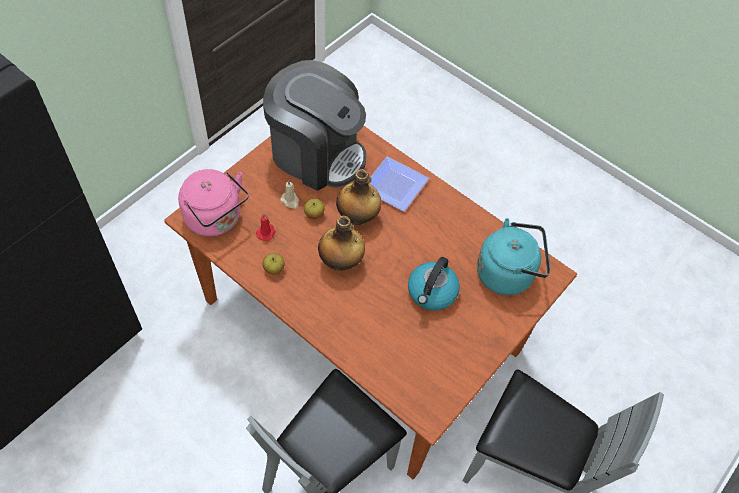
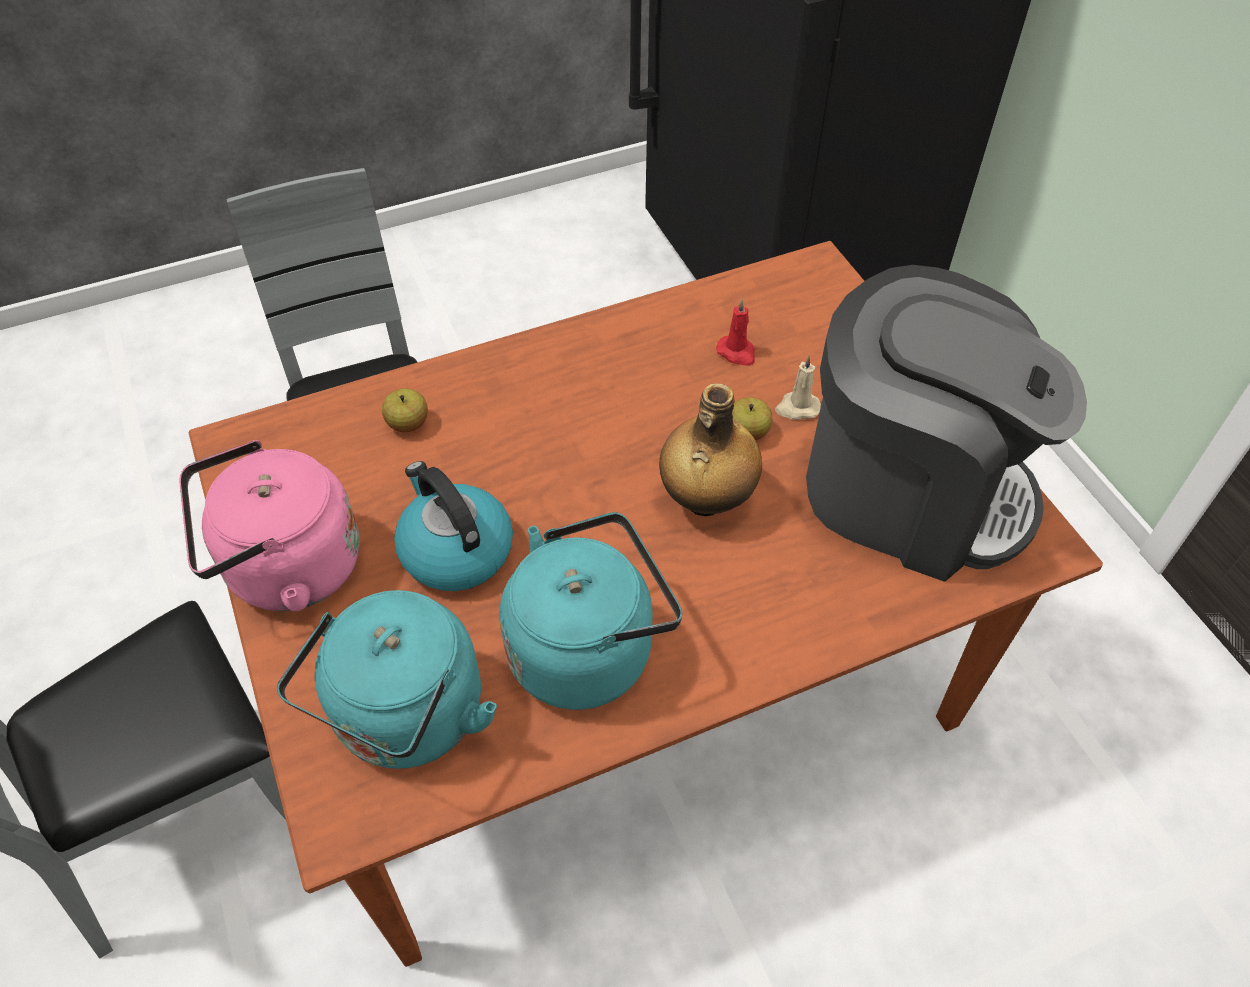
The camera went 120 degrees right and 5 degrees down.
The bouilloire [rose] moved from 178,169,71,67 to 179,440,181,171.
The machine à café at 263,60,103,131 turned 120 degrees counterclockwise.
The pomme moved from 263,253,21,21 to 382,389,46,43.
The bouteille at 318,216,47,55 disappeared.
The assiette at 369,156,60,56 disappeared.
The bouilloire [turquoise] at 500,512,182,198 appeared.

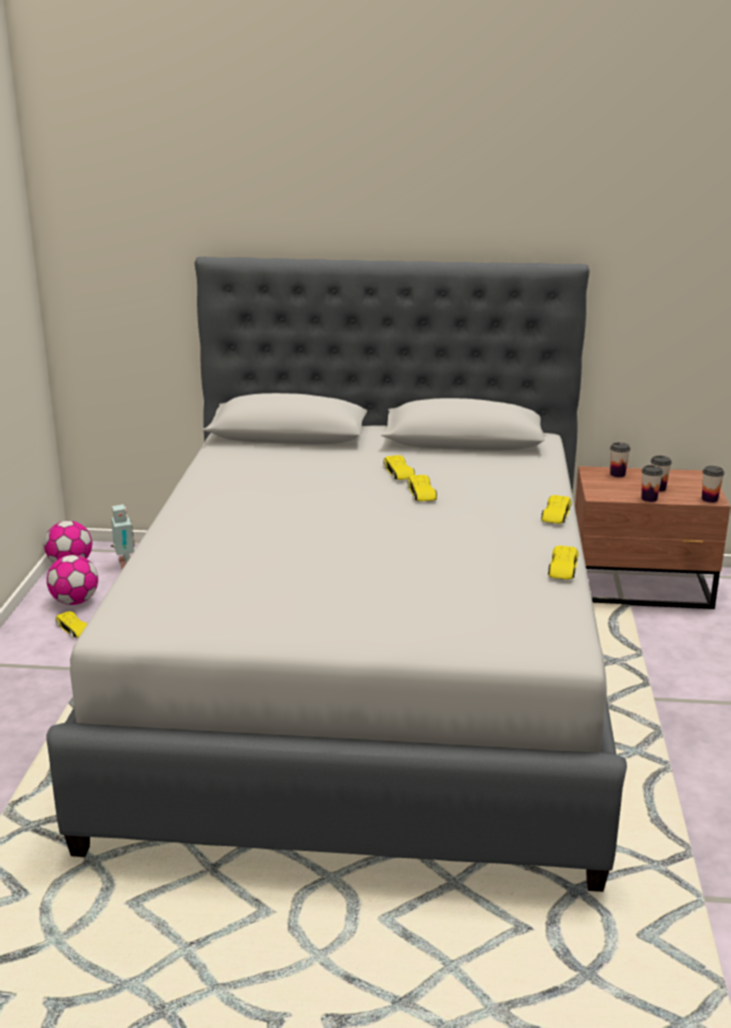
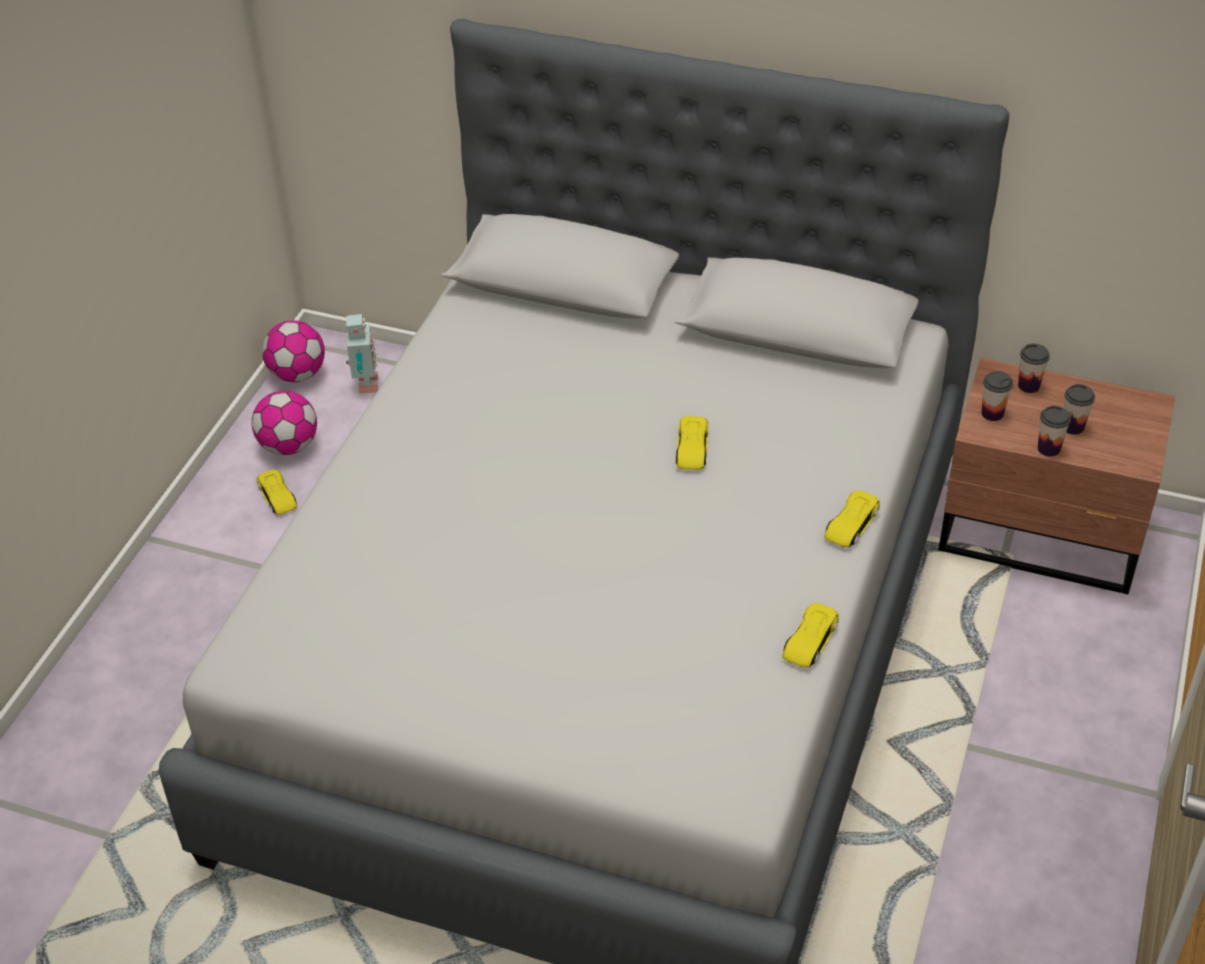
The camera went 15 degrees right and 20 degrees up.
The petite voiture [jaune] at 383,455,32,25 disappeared.
The tasse moved from 702,466,22,37 to 982,371,31,50.

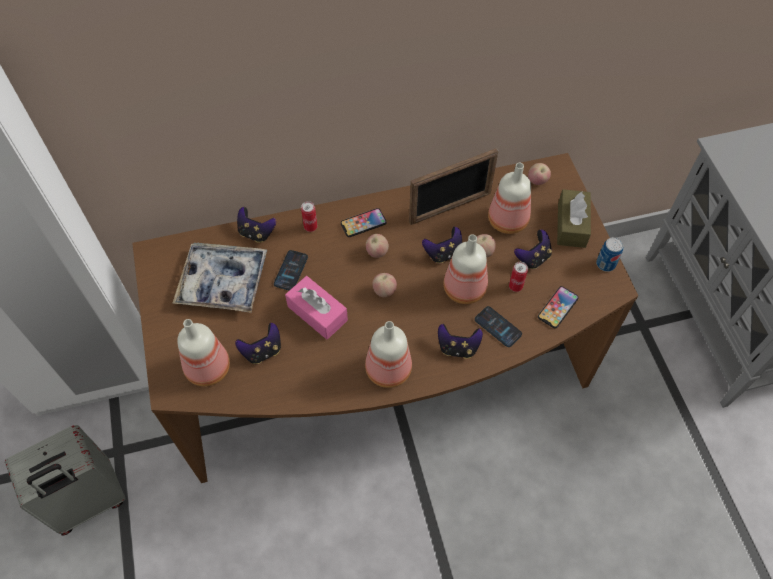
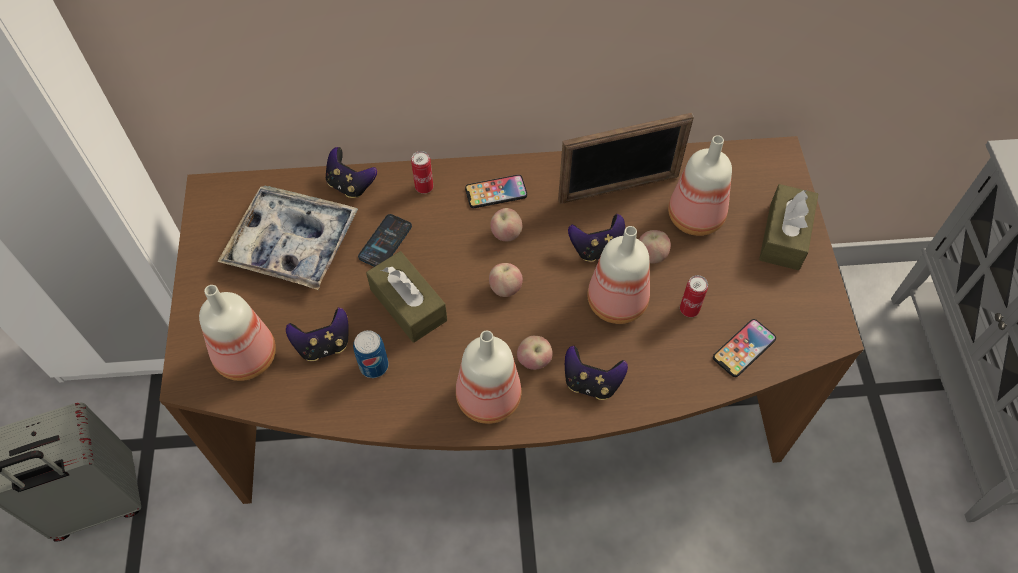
The camera went 10 degrees right and 0 degrees up.
The boîte à mouchoirs [rose] at 285,276,63,64 became the boîte à mouchoirs [marron] at 366,251,81,92.
The téléphone at 475,306,47,41 disappeared.
The manette at 514,229,38,40 disappeared.
The pomme moved from 528,163,23,22 to 517,336,36,34.
The boîte métallique moved from 596,237,28,35 to 353,330,36,48.

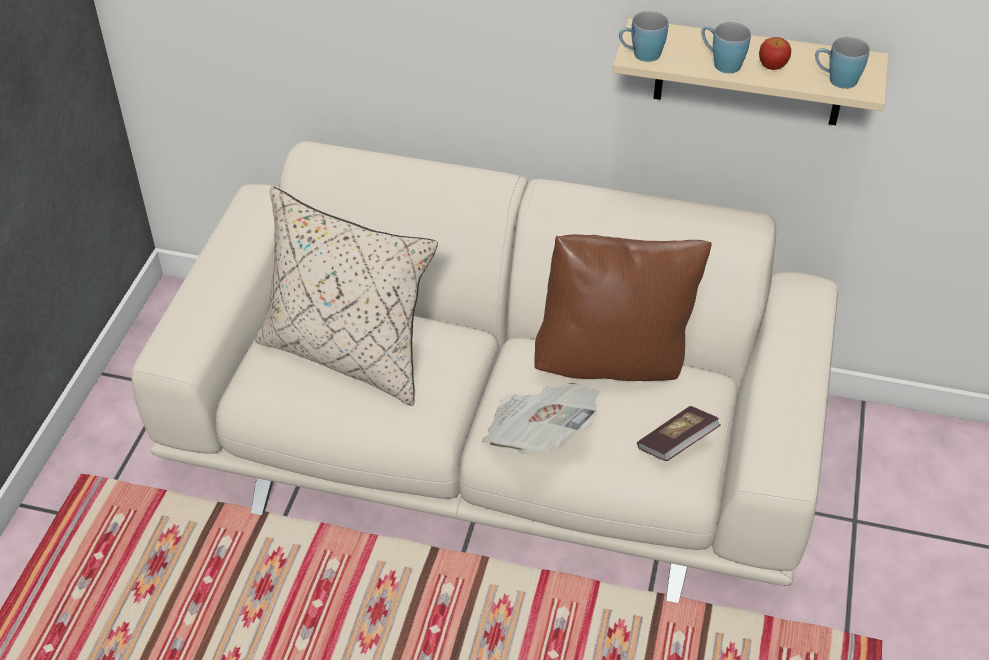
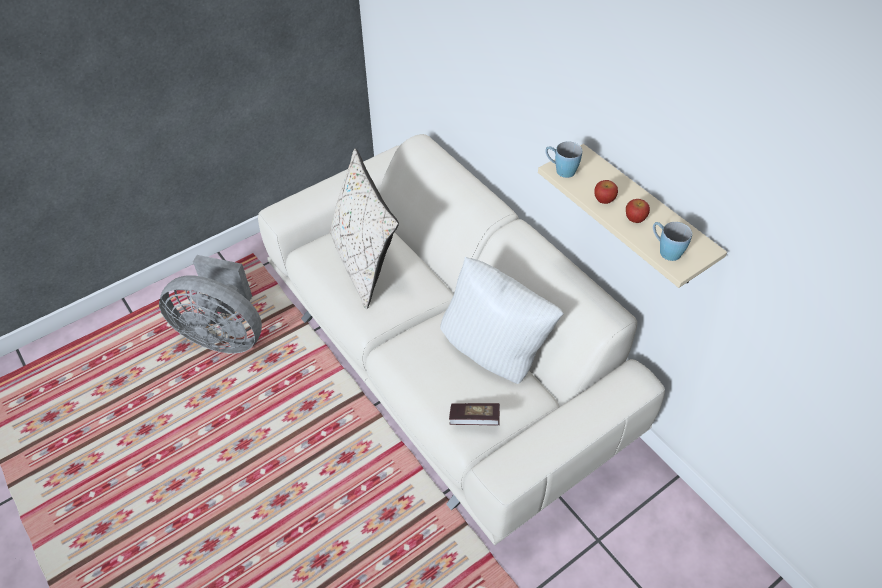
The camera went 40 degrees right and 5 degrees up.
The journal at 481,383,118,71 disappeared.
The coussin [marron] at 534,234,178,147 became the coussin [blanc] at 440,256,124,128.
The mug [bleu] at 701,22,50,51 was replaced by the pomme at 594,180,24,24.
The ventilateur [gris] at 159,255,103,99 appeared.

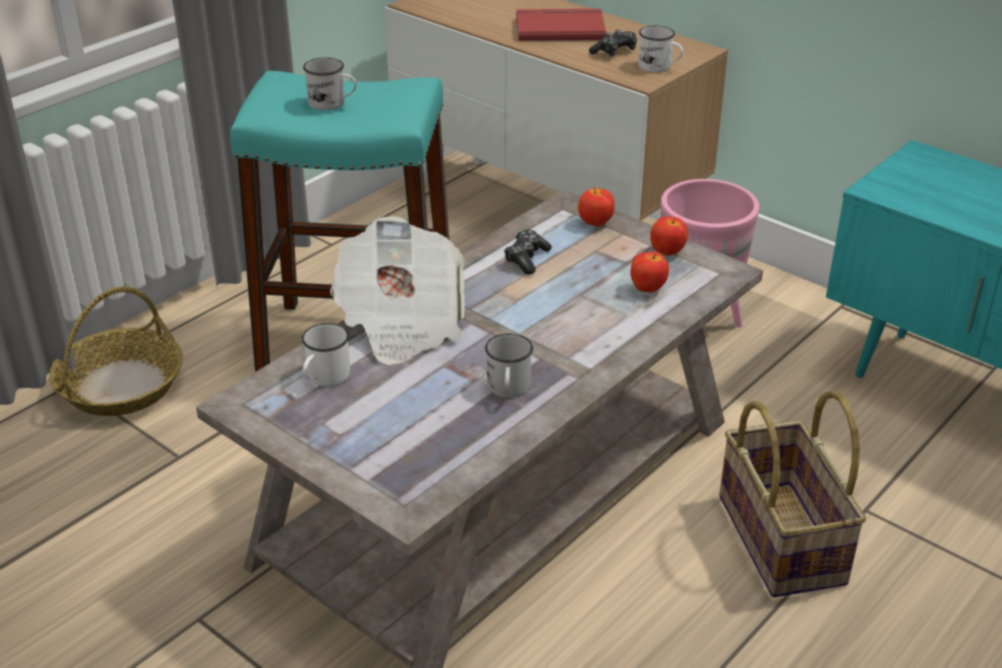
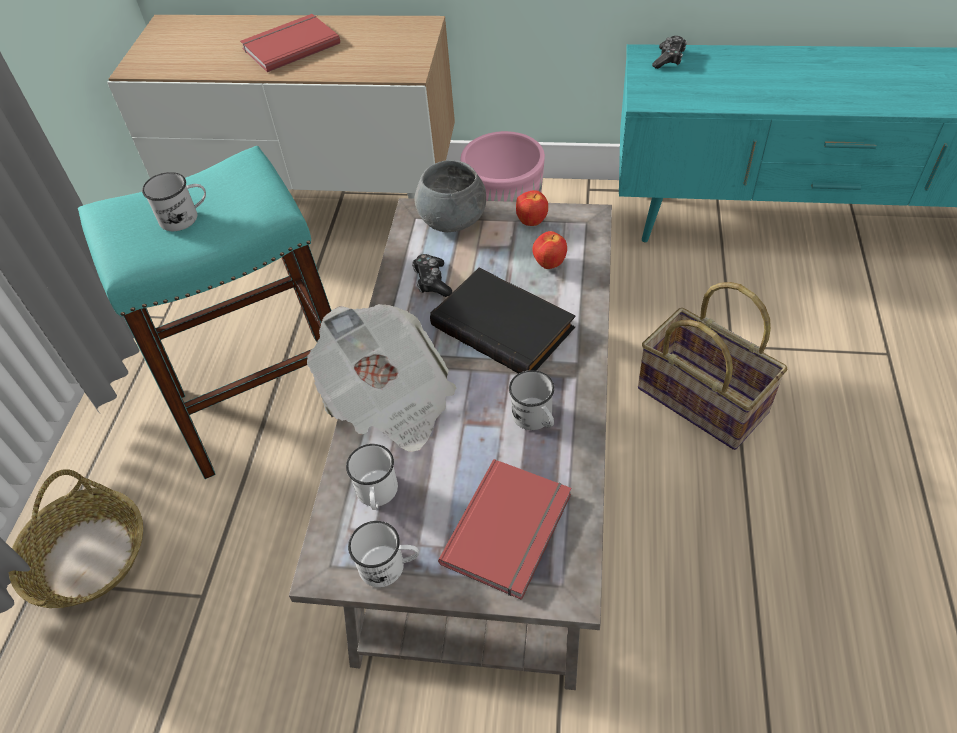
The camera went 30 degrees left and 15 degrees up.
The pomme at 578,187,37,40 was replaced by the bol [gris] at 414,160,72,72.
The manette moved from 589,30,48,26 to 652,36,35,33.
The mug [blanc] moved from 638,26,45,46 to 348,521,71,66.
The livre [noir] at 430,267,146,107 appeared.
The livre [rouge] at 438,459,133,141 appeared.

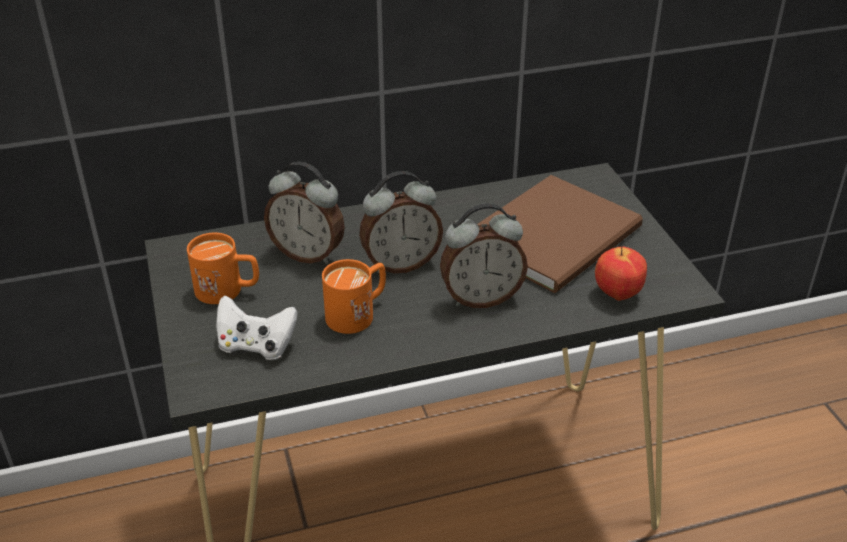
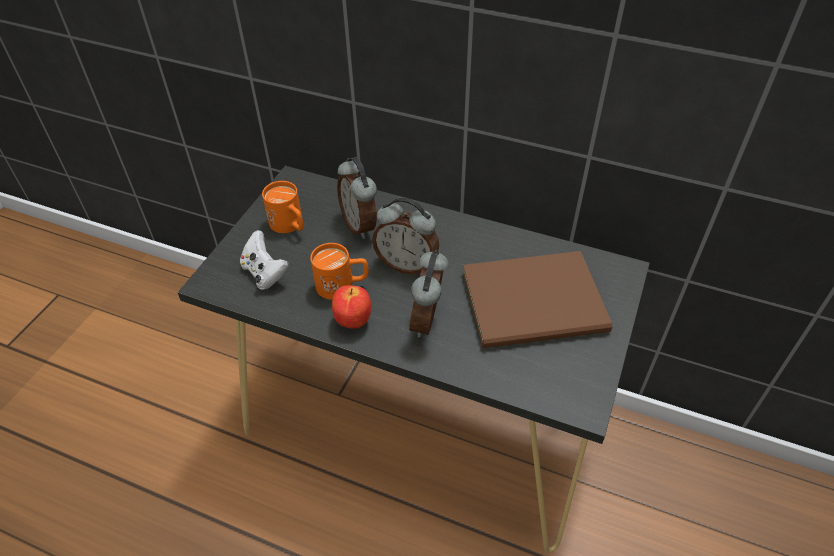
The camera went 40 degrees right and 10 degrees up.
The réveil at 440,203,88,105 turned 75 degrees clockwise.
The pomme moved from 595,247,52,54 to 332,285,40,44.

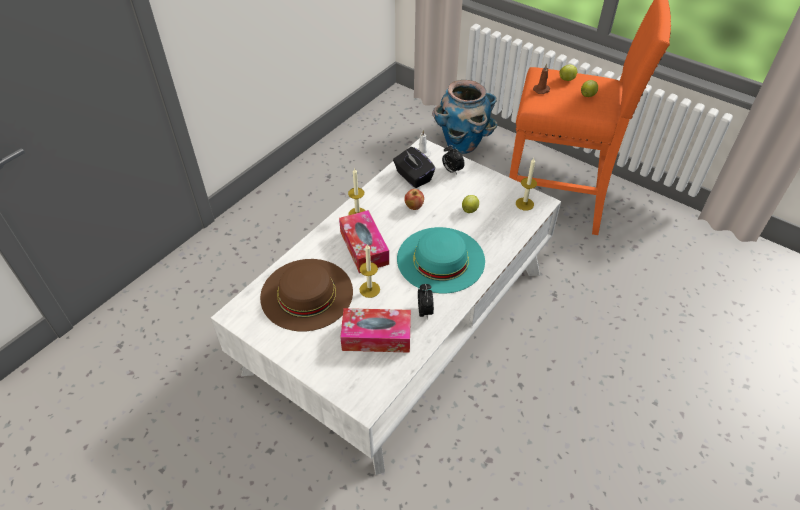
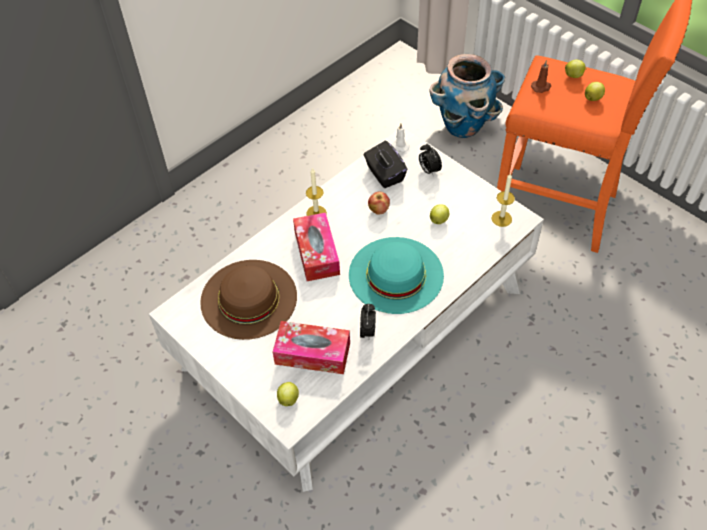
The camera went 10 degrees right and 5 degrees up.
The bougie at 359,244,21,54 disappeared.
The pomme at 277,382,22,24 appeared.

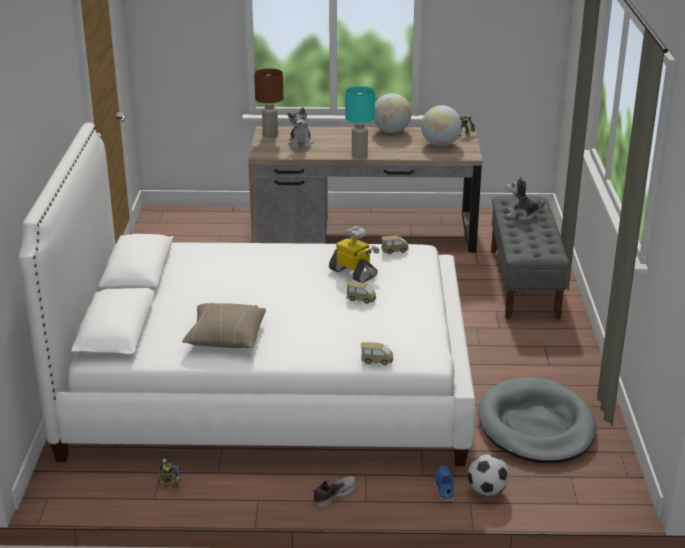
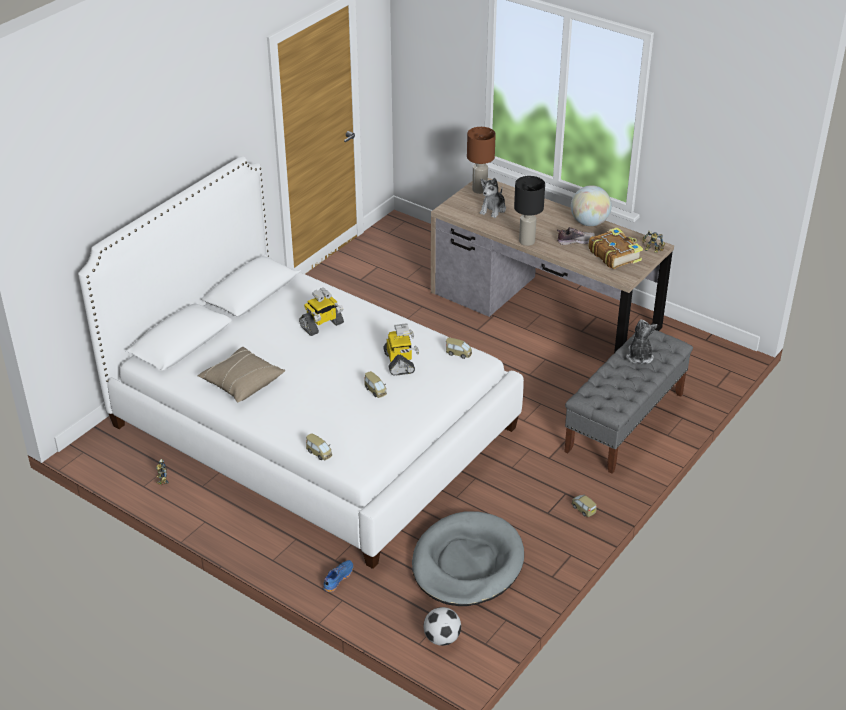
The camera went 35 degrees right and 10 degrees up.
The chaussure moved from 313,476,43,31 to 557,227,38,18.
The lampe de table [turquoise] at 345,86,30,72 became the lampe de table [noir] at 514,176,31,70.
The globe at 421,105,41,41 was replaced by the livre at 589,227,54,42.
The ballon de foot moved from 468,454,41,42 to 423,607,38,39.
The peluche at 506,176,39,44 turned 45 degrees clockwise.
The robot jouet at 299,288,45,48 appeared.
The petite voiture at 571,494,26,23 appeared.

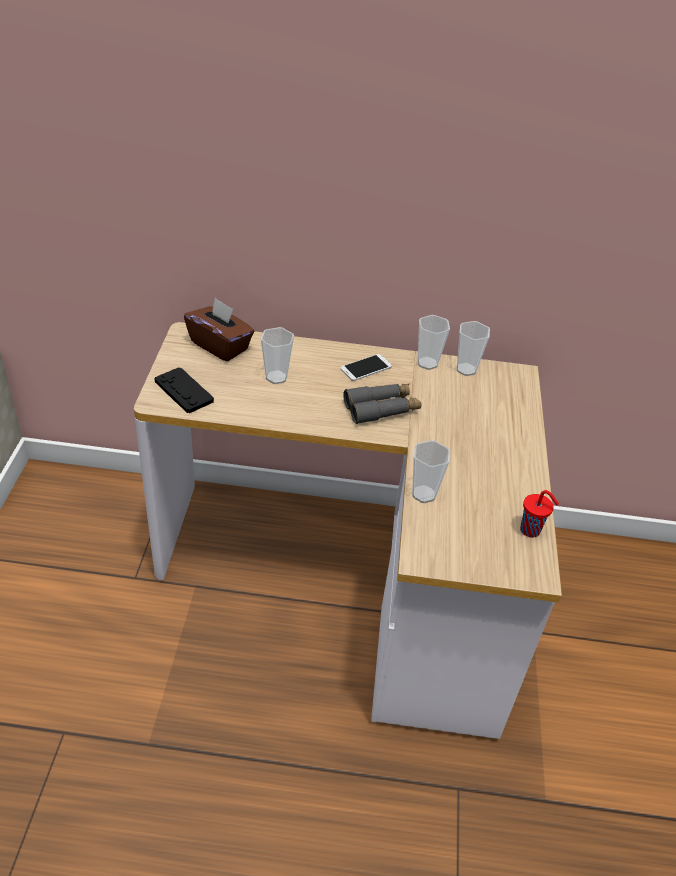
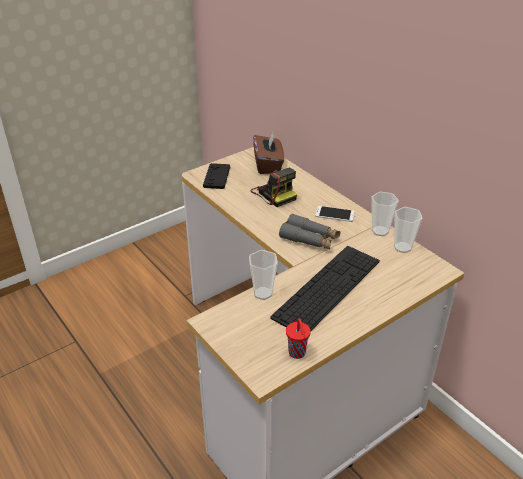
The camera went 50 degrees right and 5 degrees down.
The tasse at 261,327,33,57 was replaced by the appareil photo at 251,168,46,39.
The clavier at 270,246,110,85 appeared.

